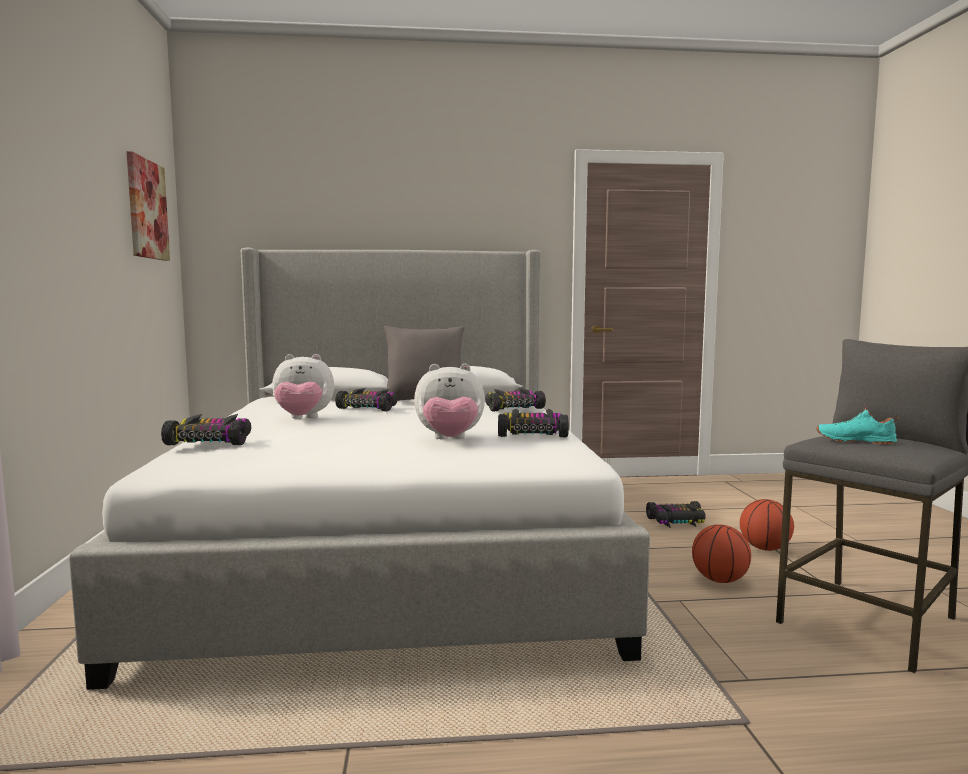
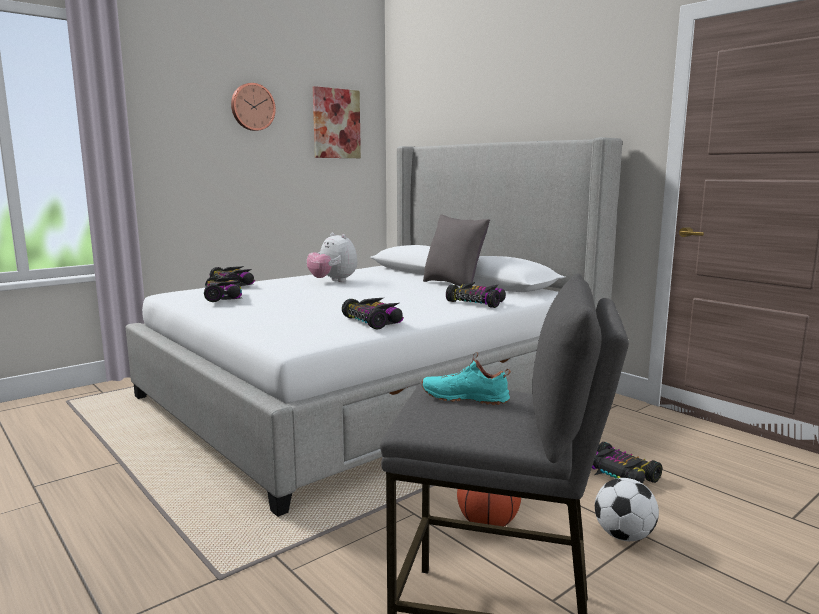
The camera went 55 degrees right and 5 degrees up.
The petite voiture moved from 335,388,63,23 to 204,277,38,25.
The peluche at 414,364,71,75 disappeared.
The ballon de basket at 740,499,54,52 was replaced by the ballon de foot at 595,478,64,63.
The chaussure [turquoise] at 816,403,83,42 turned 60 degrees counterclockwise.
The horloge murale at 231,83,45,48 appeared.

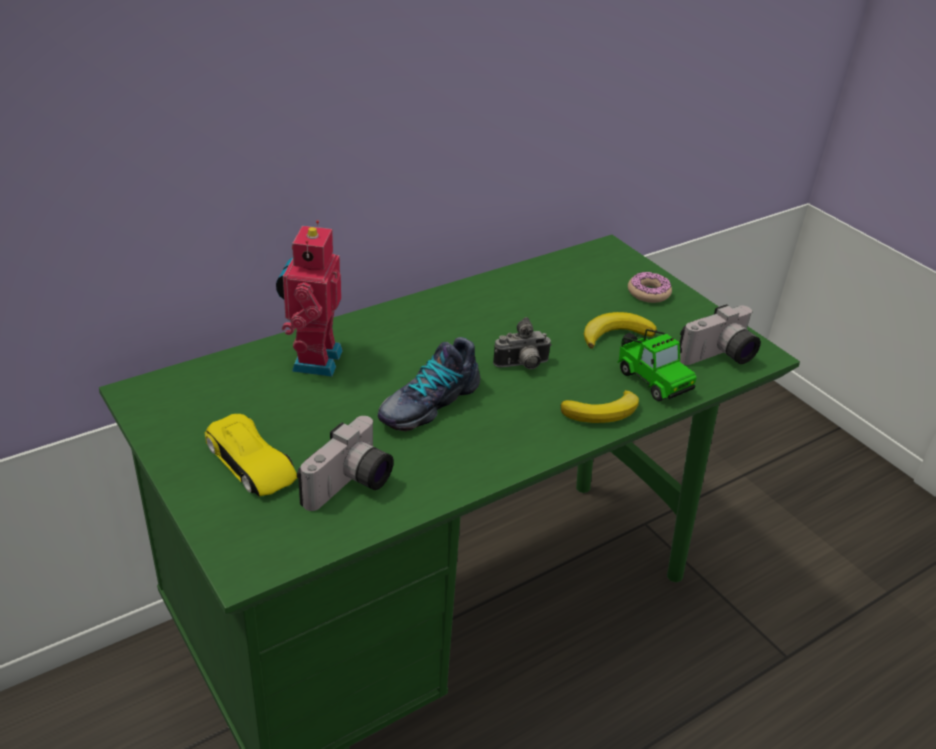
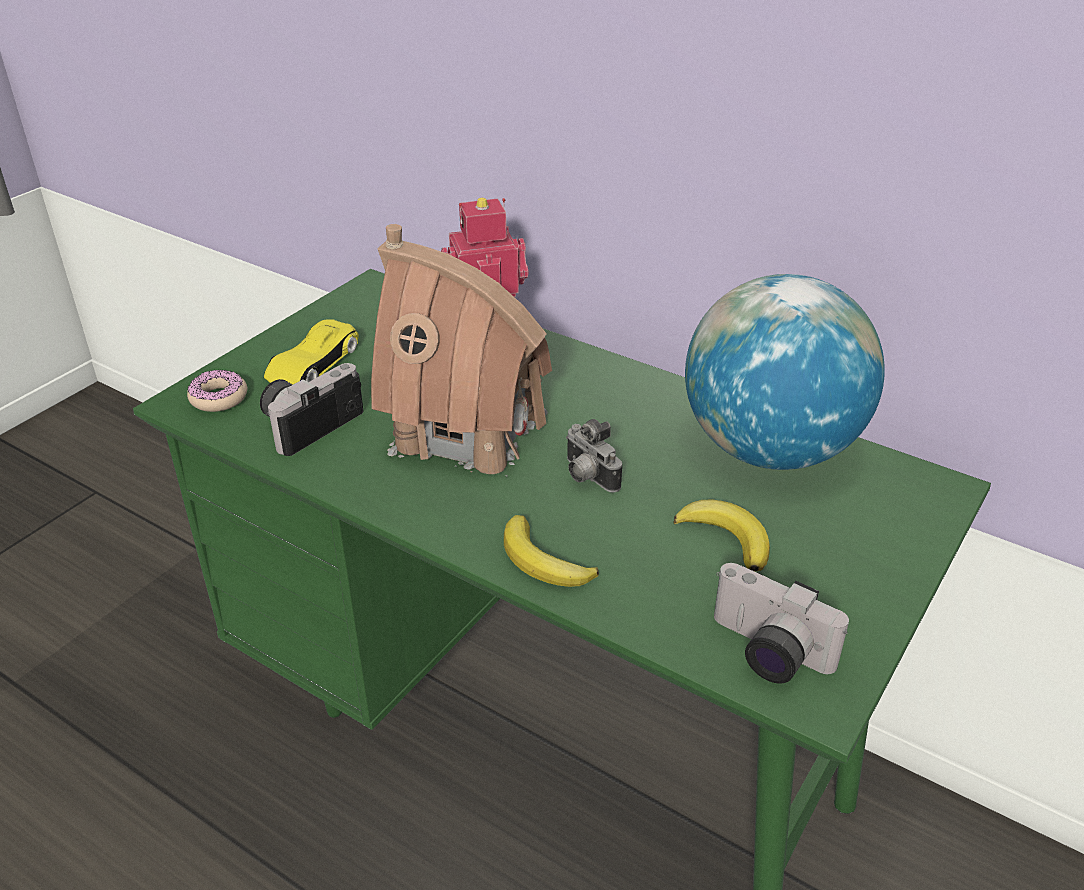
The camera went 70 degrees right and 0 degrees up.
The appareil photo at 297,416,97,95 turned 120 degrees clockwise.
The chaussure at 378,337,102,95 was replaced by the maison miniature at 371,224,181,253.
The petite voiture at 618,329,79,72 disappeared.
The beignet moved from 628,272,44,31 to 187,370,60,42.
The globe at 685,274,200,196 appeared.

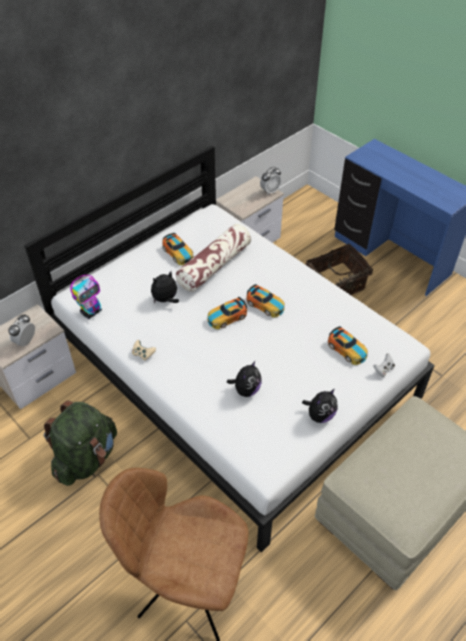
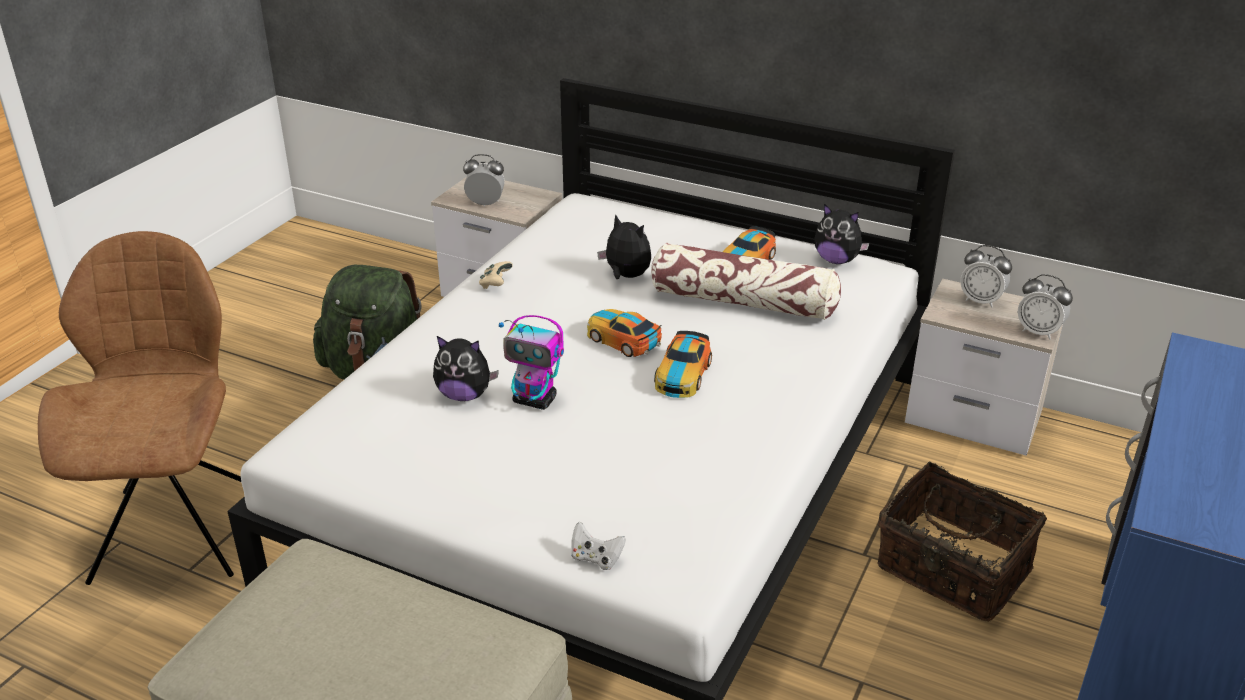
The camera went 70 degrees right and 15 degrees down.
The robot jouet moved from 70,275,32,44 to 499,315,65,95.
The peluche moved from 302,389,36,34 to 814,204,56,60.
The petite voiture at 328,326,40,39 disappeared.
The réveil at 960,245,52,63 appeared.

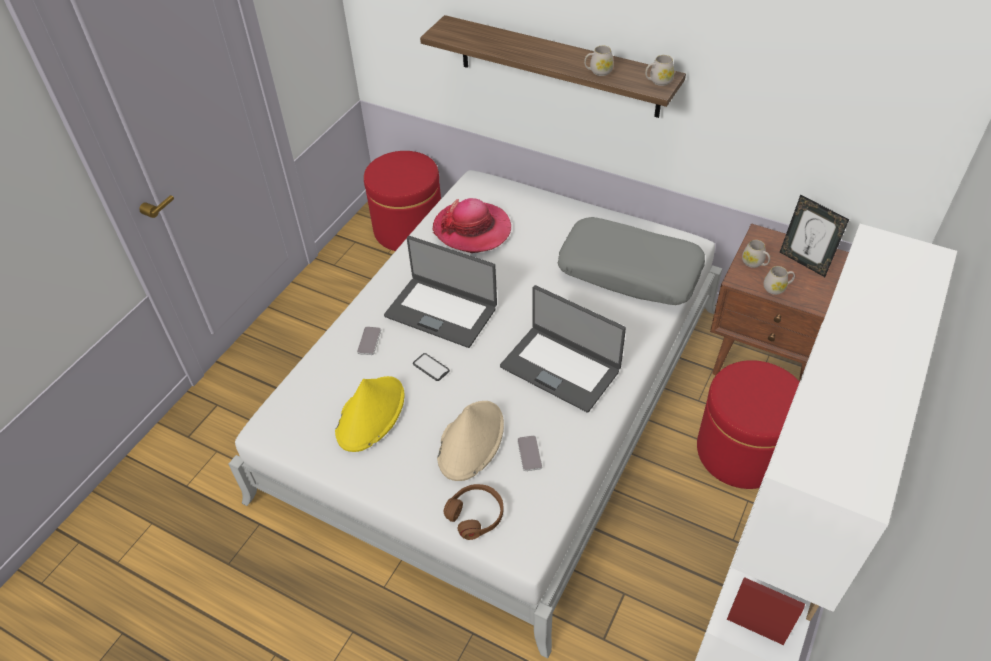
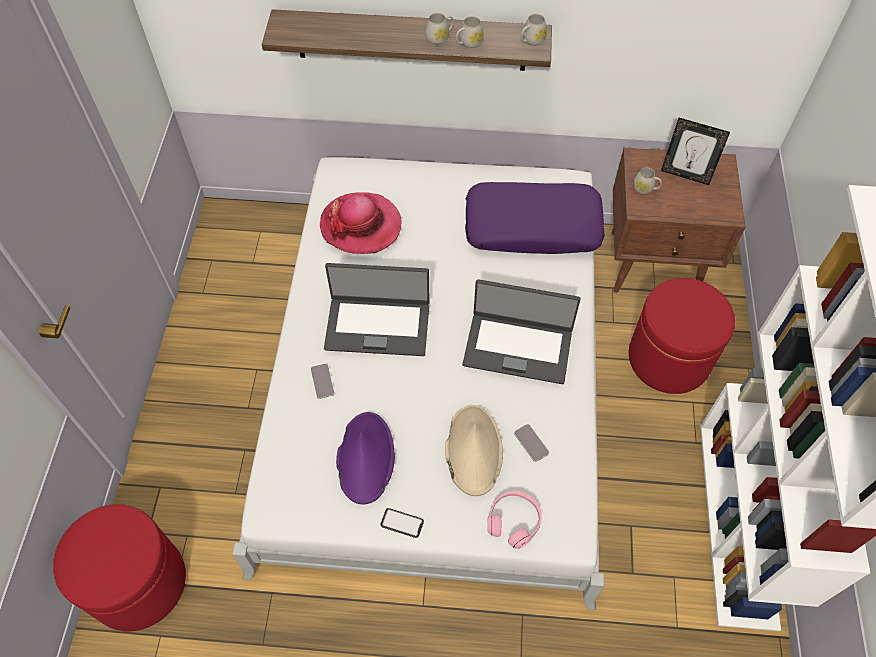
The camera went 25 degrees left and 10 degrees up.
The chapeau [jaune] at 335,376,69,76 became the chapeau [violet] at 336,412,59,93.
The pouf [rouge] moved from 364,151,77,100 to 53,504,133,127.
The téléphone moved from 413,353,37,28 to 380,508,44,30.
The casque audio [marron] at 444,484,59,56 became the casque audio [rose] at 487,491,54,58.
The coussin [gris] at 558,217,147,88 became the coussin [violet] at 465,182,139,72.
The mug [blanc] moved from 763,266,32,29 to 425,13,29,32.

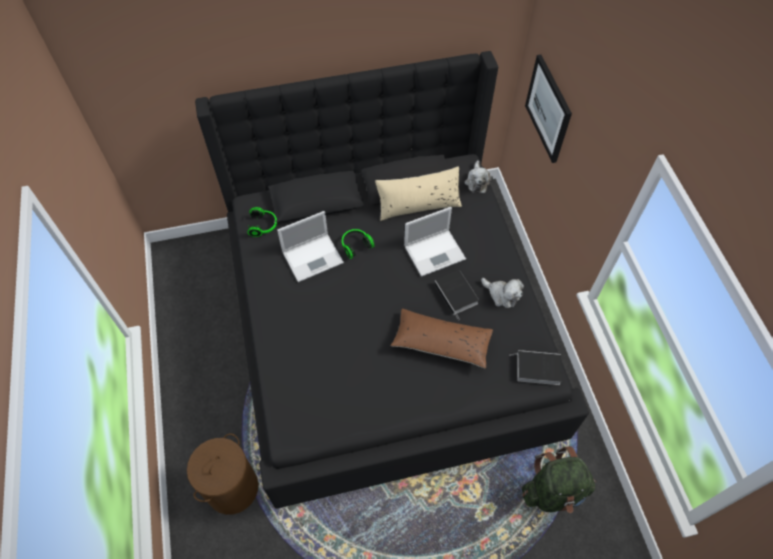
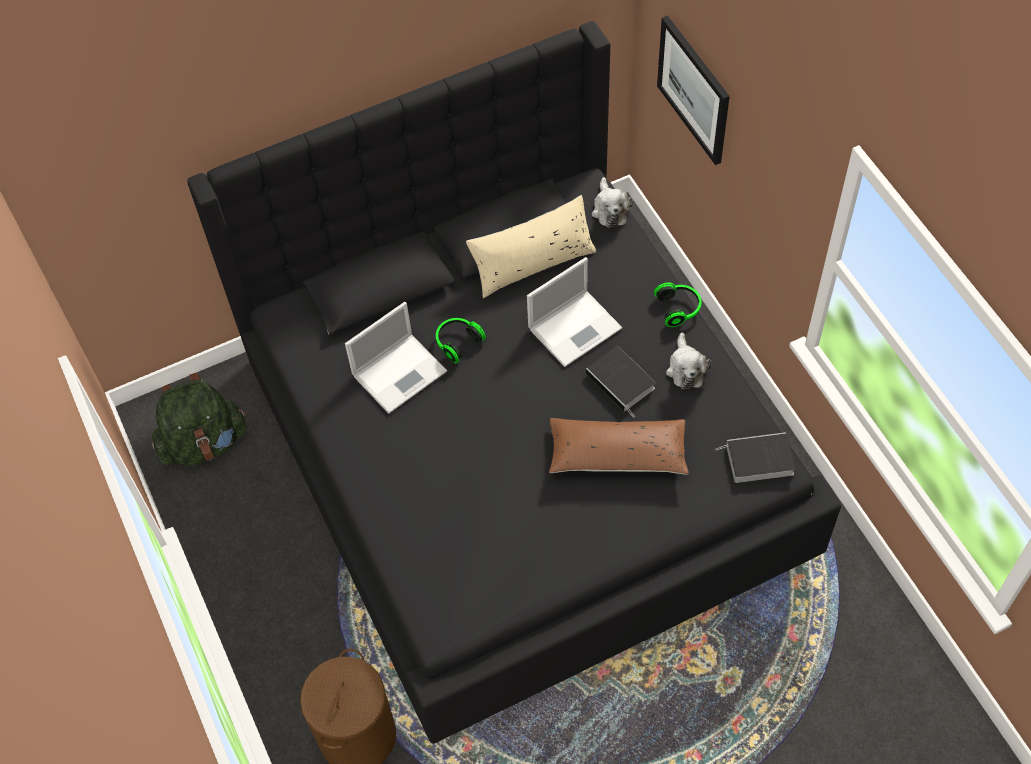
The camera went 10 degrees left and 0 degrees up.
The casque audio moved from 247,207,30,30 to 654,282,47,45.
The peluche at 481,278,43,30 turned 60 degrees clockwise.
The sac à dos [vert] moved from 522,446,74,67 to 152,372,95,94.

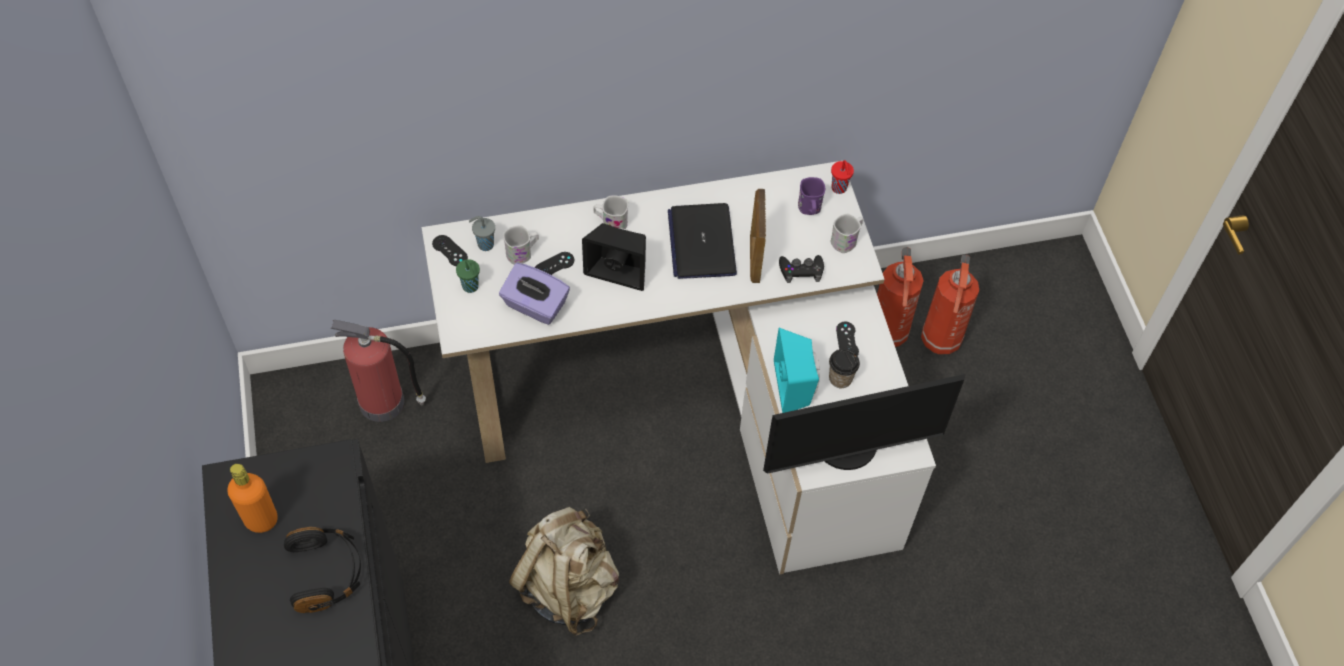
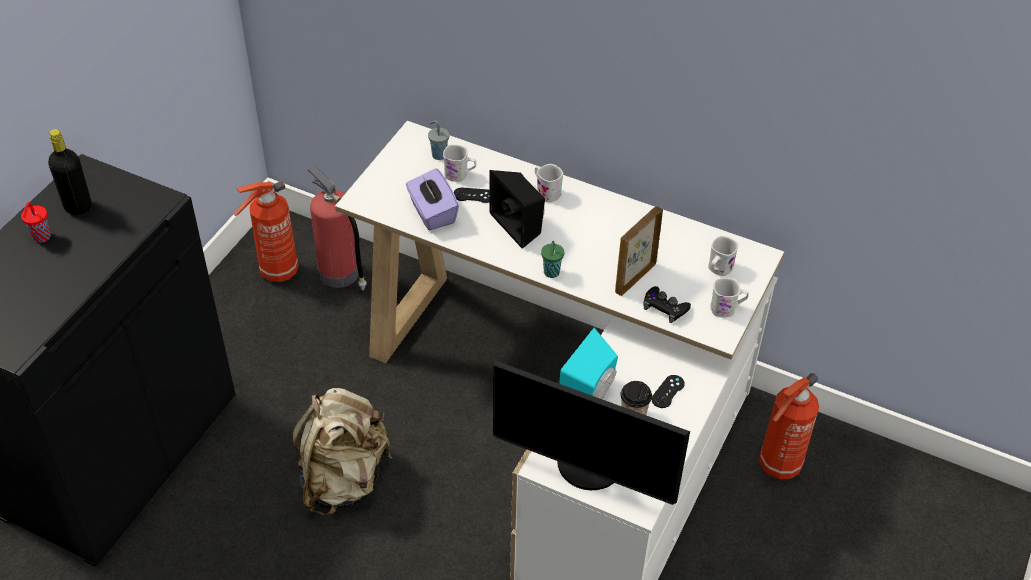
The camera went 40 degrees right and 10 degrees down.
The bouteille [orange] at 228,464,50,69 became the bouteille [noir] at 48,129,43,86.
The casque audio [noir] at 284,527,77,86 disappeared.
The manette [noir] at 432,235,36,31 disappeared.
The tasse [vert] moved from 456,259,24,34 to 541,241,23,37.
The ordinateur portable at 668,203,69,76 disappeared.
The mug [violet] at 798,177,27,38 became the mug [blanc] at 708,236,31,40.
The tasse [rouge] moved from 831,160,23,34 to 21,202,30,41.
The extincteur moved from 921,255,58,99 to 234,181,65,101.

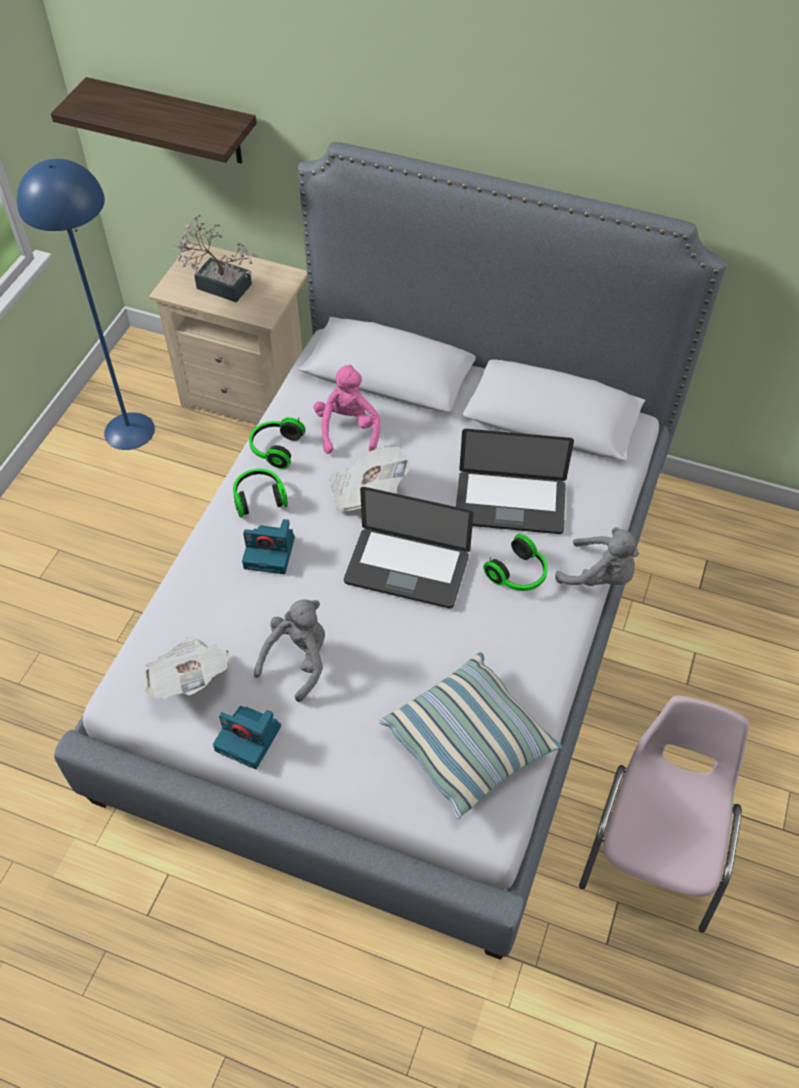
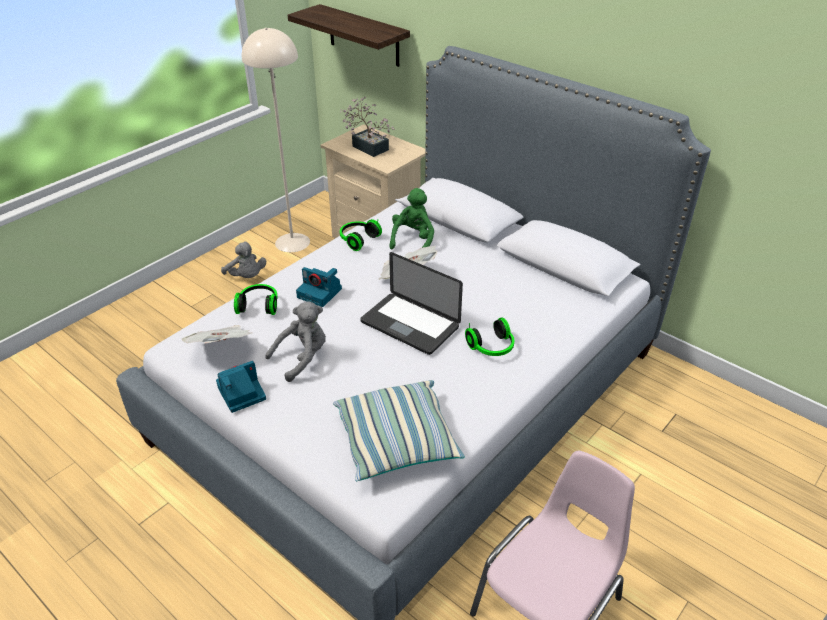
The camera went 20 degrees right and 15 degrees down.
The lampadaire [bleu] at 17,159,138,291 became the lampadaire [beige] at 242,28,68,224.
The appareil photo at 213,706,68,63 turned 105 degrees clockwise.
The casque audio moved from 233,469,55,49 to 234,284,44,31.
The peluche [rose] at 314,364,66,90 became the peluche [vert] at 389,188,45,61.
The ordinateur portable at 456,429,118,105 disappeared.
The peluche [gris] moved from 555,527,84,59 to 221,241,45,37.

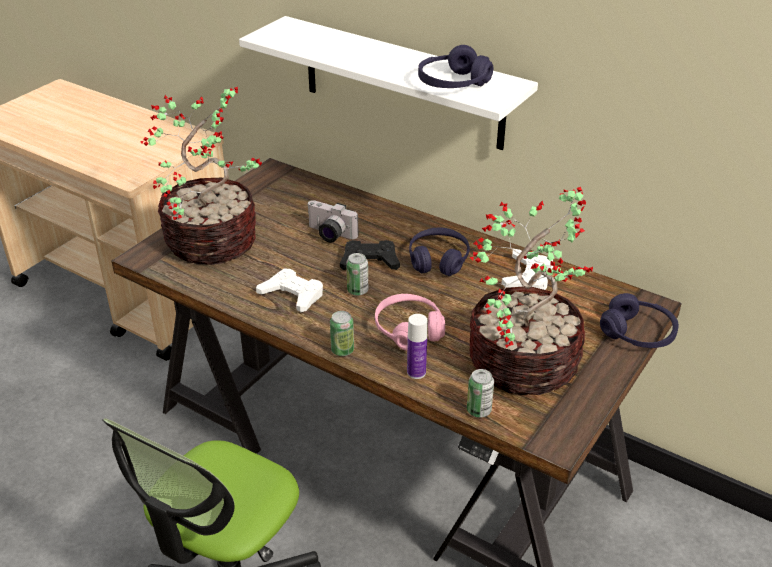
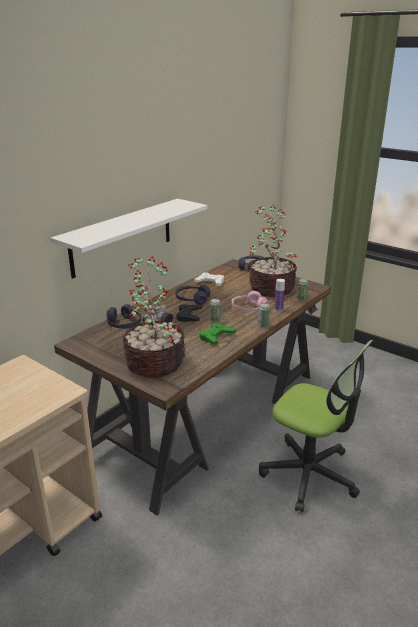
The camera went 85 degrees left and 10 degrees down.
The manette [blanc] at 256,268,67,44 became the manette [vert] at 199,323,37,22.
The casque audio [violet] moved from 418,45,75,43 to 107,304,34,25.

